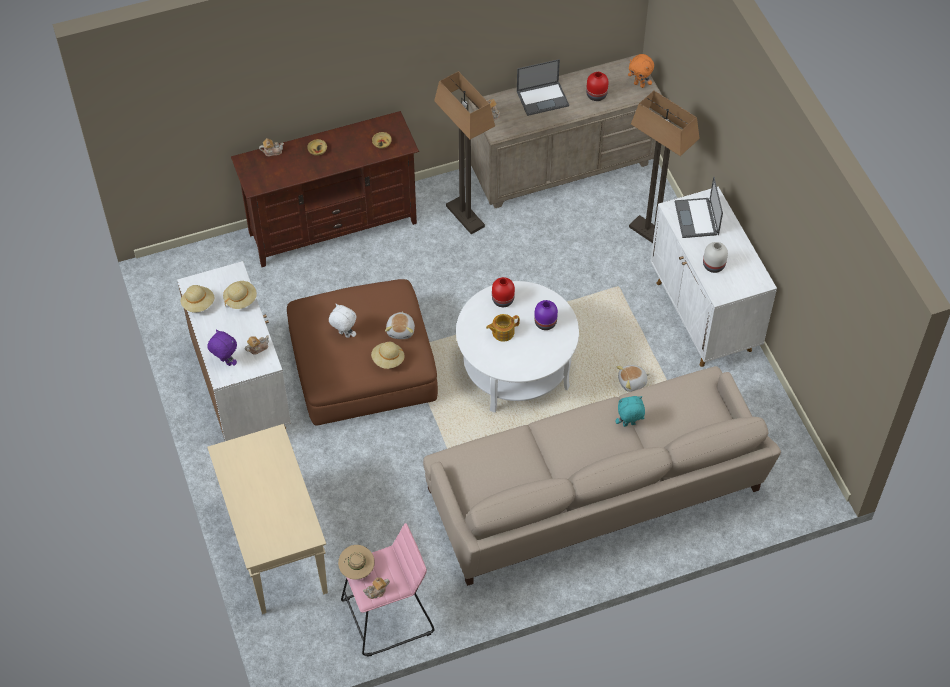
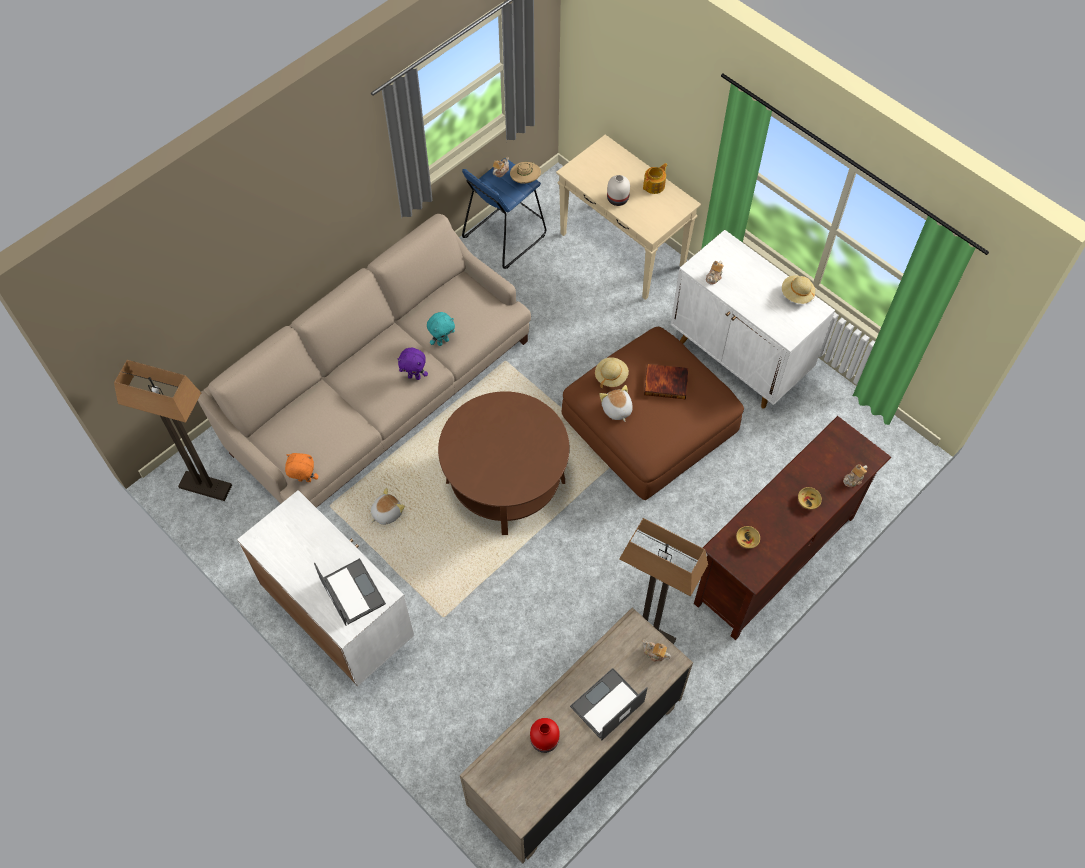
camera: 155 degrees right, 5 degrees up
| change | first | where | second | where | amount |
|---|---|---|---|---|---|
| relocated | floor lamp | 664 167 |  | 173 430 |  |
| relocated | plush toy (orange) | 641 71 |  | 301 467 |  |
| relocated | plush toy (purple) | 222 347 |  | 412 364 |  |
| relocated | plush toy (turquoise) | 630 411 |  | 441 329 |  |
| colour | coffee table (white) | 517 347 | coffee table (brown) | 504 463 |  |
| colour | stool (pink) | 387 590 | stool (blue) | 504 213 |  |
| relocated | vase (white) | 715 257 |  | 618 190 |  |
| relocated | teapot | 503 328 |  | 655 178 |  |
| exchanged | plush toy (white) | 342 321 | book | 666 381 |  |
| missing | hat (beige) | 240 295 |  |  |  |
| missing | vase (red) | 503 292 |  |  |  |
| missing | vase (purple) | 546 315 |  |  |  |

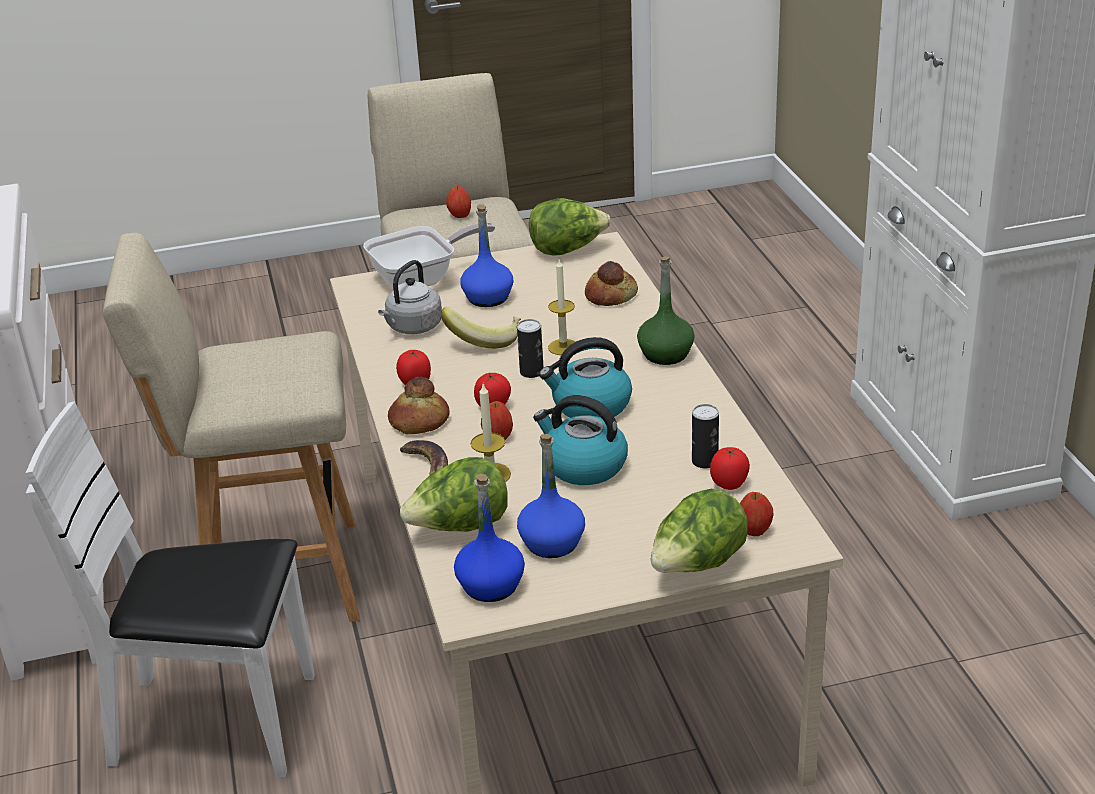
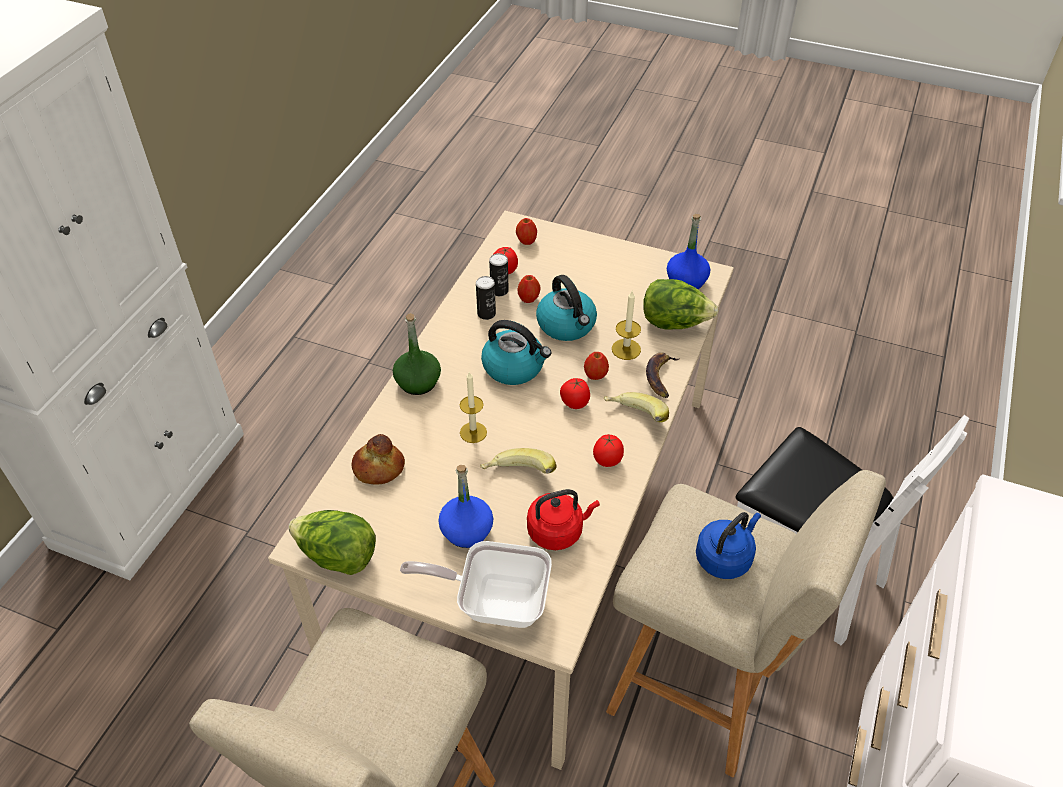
camera: 145 degrees left, 15 degrees up
| change | first | where | second | where | amount |
|---|---|---|---|---|---|
| relocated | can | 530 348 |  | 486 298 |  |
| relocated | apple | 458 202 |  | 529 289 |  |
| colour | kettle (grey) | 410 297 | kettle (red) | 563 519 |  |
| exchanged | bread | 419 405 | banana | 636 407 |  |
| appeared |  |  | kettle (blue) | 728 545 |  |
| missing | bottle (blue) | 551 496 |  |  |  |
| missing | lettuce | 699 531 |  |  |  |

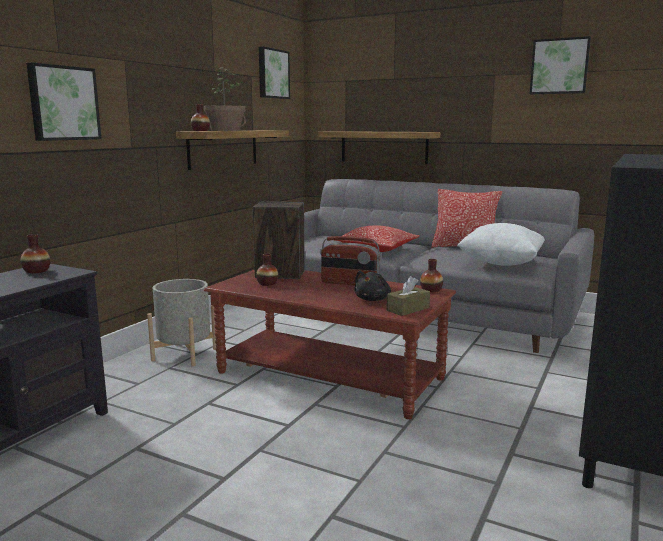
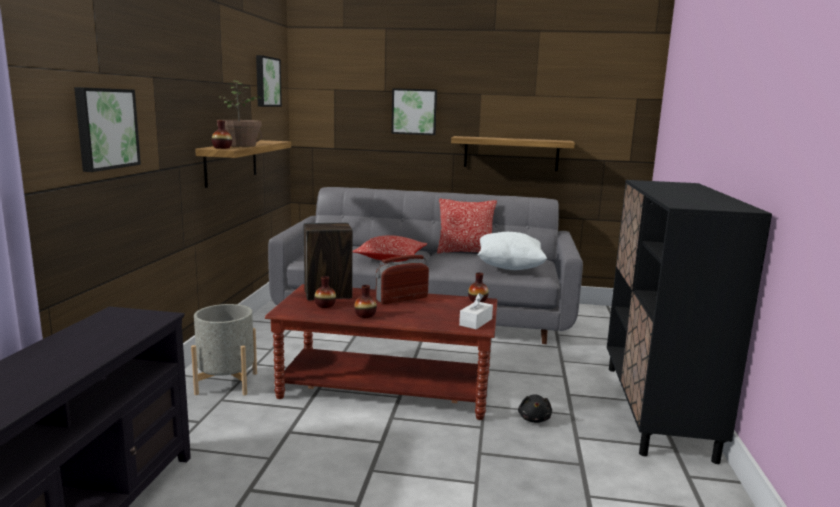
camera: 20 degrees left, 0 degrees up
| change | first | where | second | where | amount |
|---|---|---|---|---|---|
| relocated | vase | 35 253 |  | 365 301 |  |
| spun | radio | 350 260 |  | 402 279 | 150 degrees clockwise |
| relocated | picture | 560 65 |  | 414 111 |  |
| relocated | shelf | 379 147 |  | 513 153 |  |
| colour | tissue box (brown) | 408 296 | tissue box (white) | 476 311 |  |
| relocated | plush toy (black) | 372 286 |  | 535 408 |  |

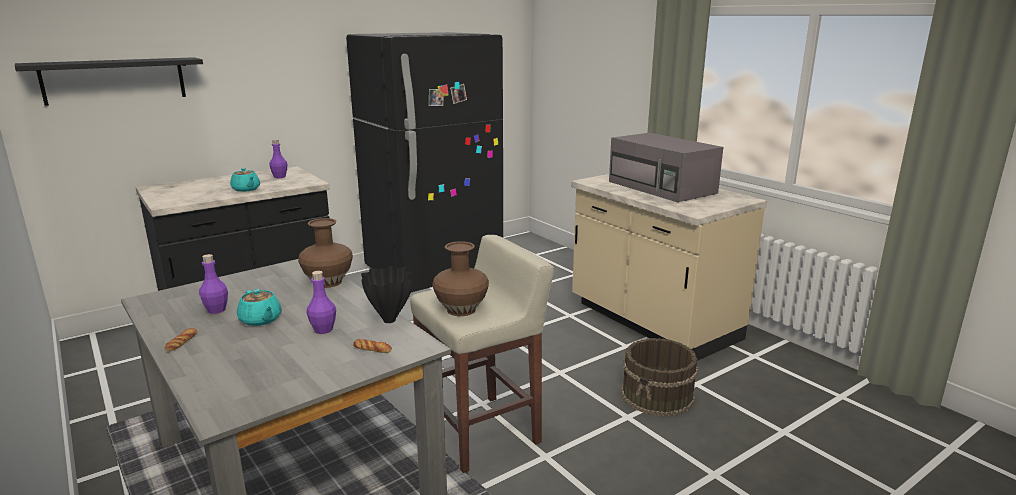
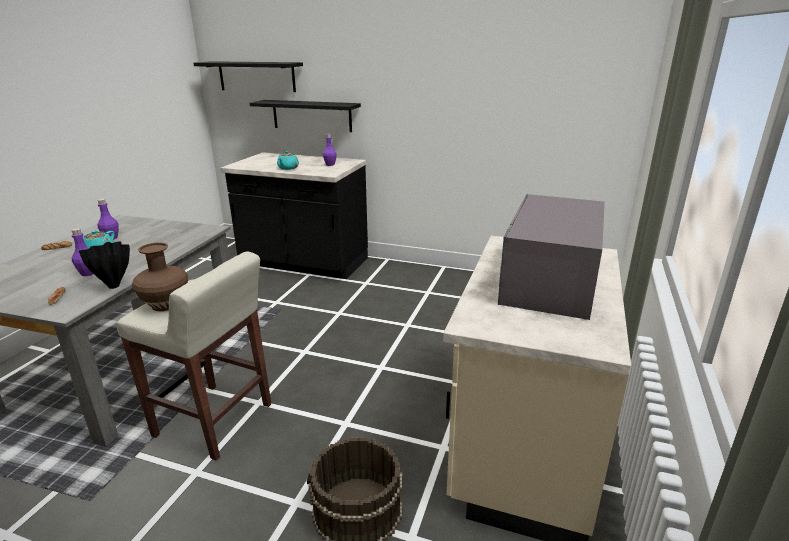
camera: 55 degrees right, 5 degrees up
| change | first | where | second | where | amount |
|---|---|---|---|---|---|
| appeared |  |  | shelf (black) | 305 116 |  |
| missing | vase (brown) | 325 253 |  |  |  |
| missing | fridge (black) | 424 162 |  |  |  |

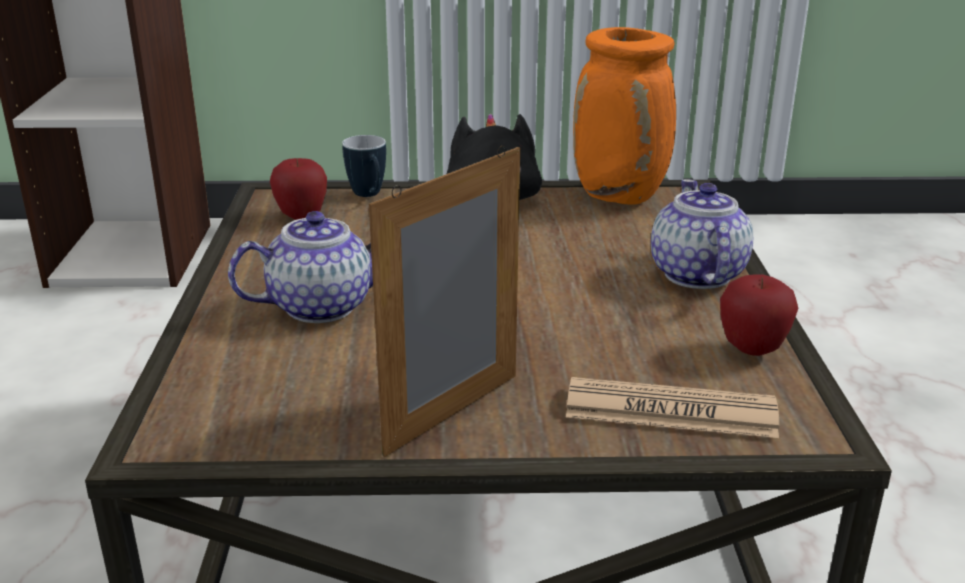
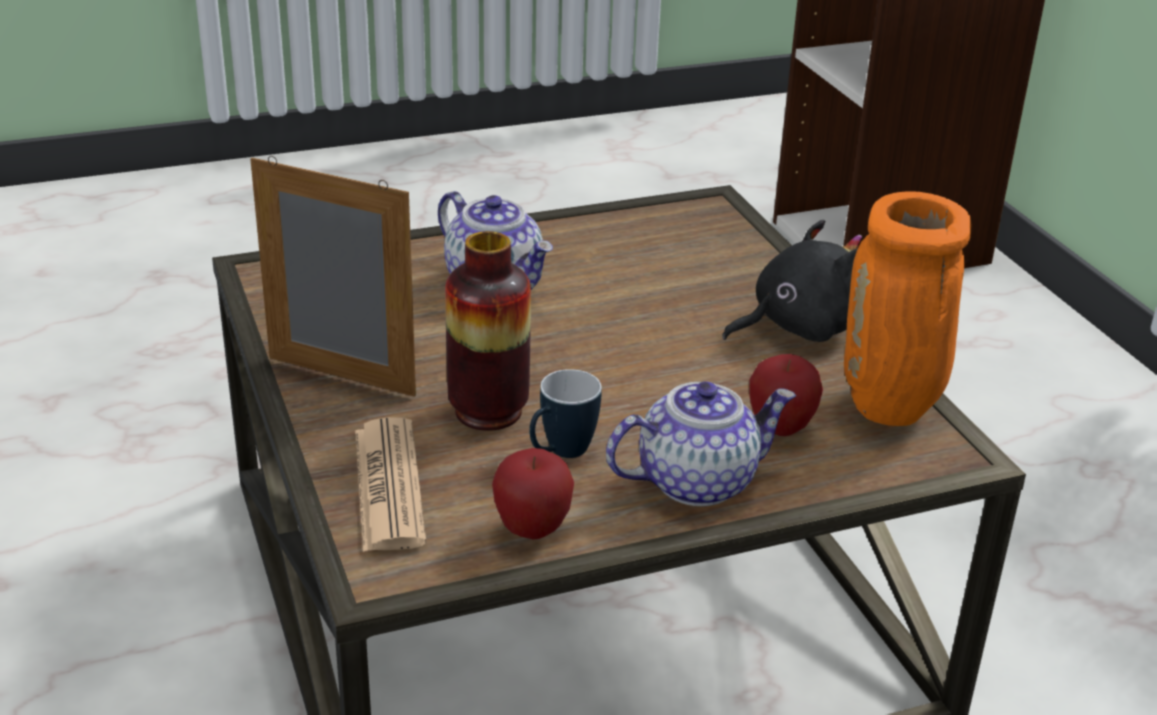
camera: 70 degrees right, 5 degrees up
| change | first | where | second | where | amount |
|---|---|---|---|---|---|
| appeared |  |  | vase | 488 331 |  |
| relocated | mug | 364 166 |  | 565 413 |  |
| relocated | apple | 298 189 |  | 786 395 |  |

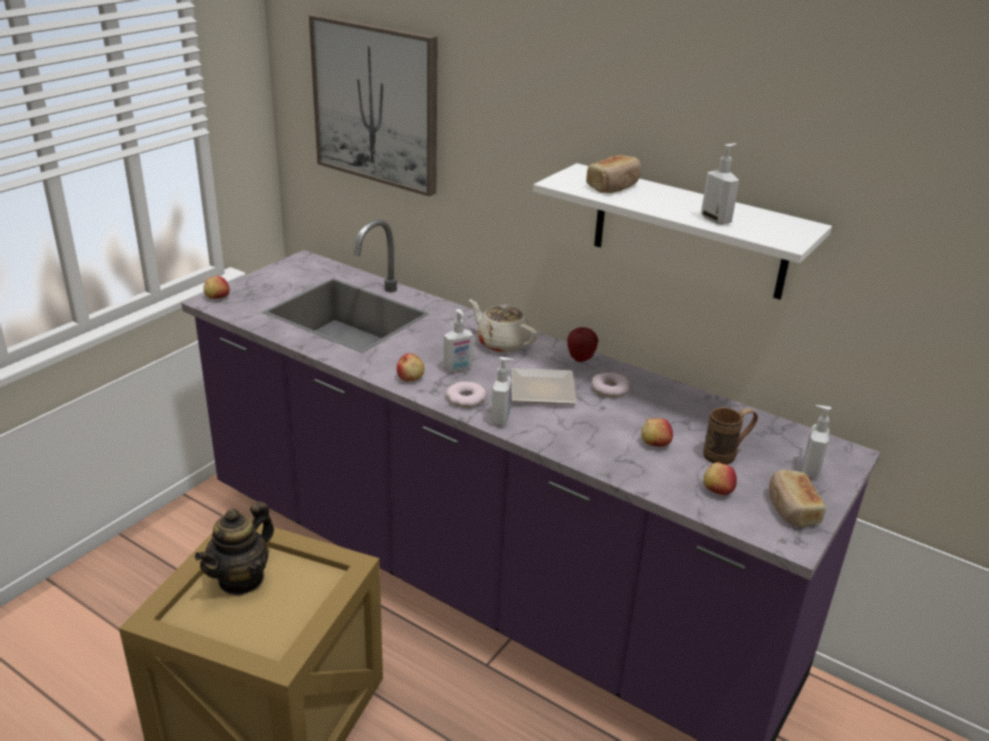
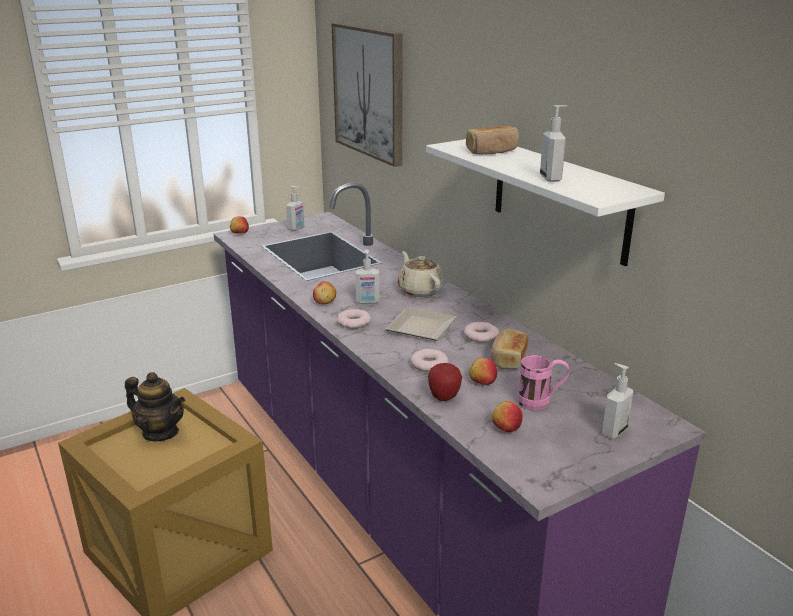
camera: 25 degrees right, 5 degrees down
| change | first | where | second | where | amount |
|---|---|---|---|---|---|
| spun | teapot | 234 548 |  | 155 406 | 120 degrees counterclockwise |
| relocated | soap dispenser | 502 391 |  | 295 208 |  |
| appeared |  |  | donut | 429 360 |  |
| relocated | apple | 582 344 |  | 445 382 |  |
| relocated | bread | 797 498 |  | 510 349 |  |
| colour | mug (brown) | 730 436 | mug (pink) | 544 383 |  |

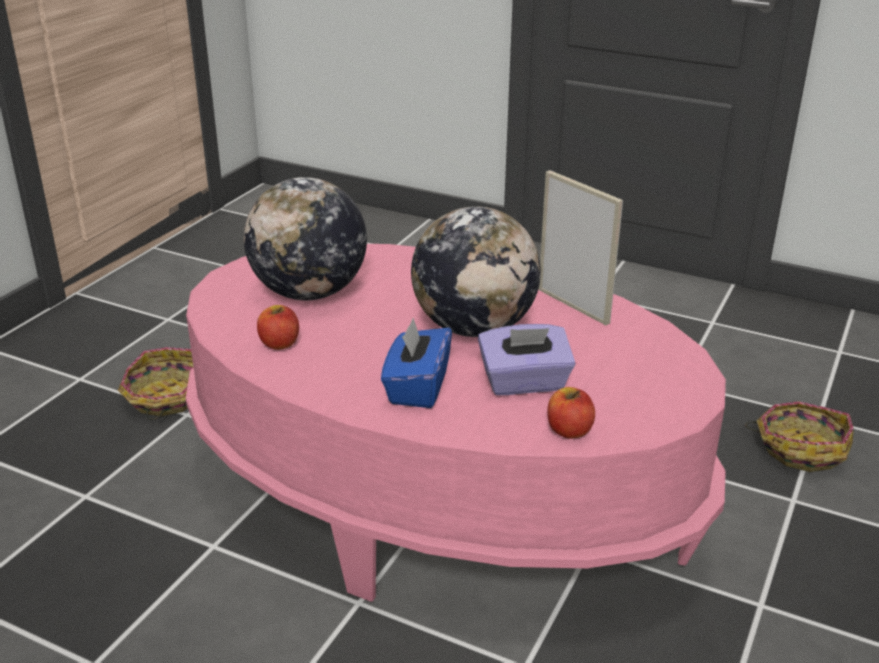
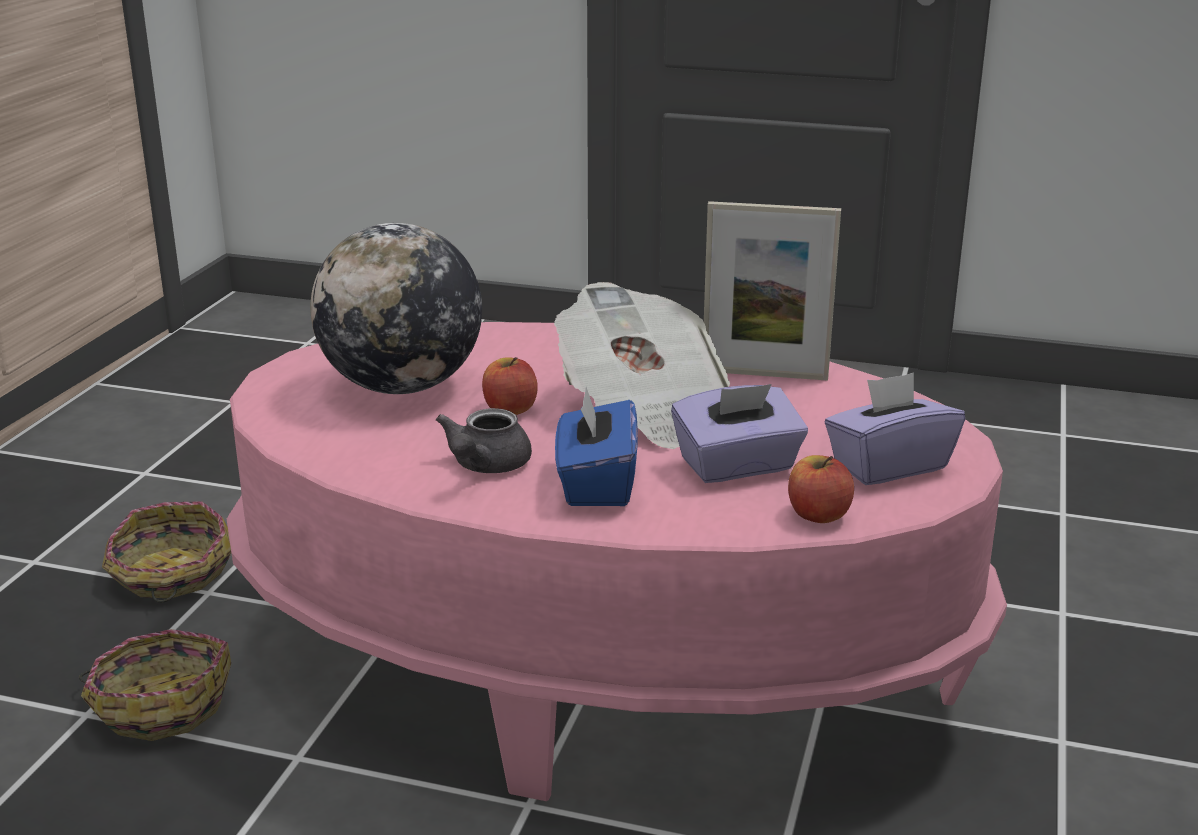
camera: 10 degrees left, 5 degrees down
| change | first | where | second | where | amount |
|---|---|---|---|---|---|
| relocated | basket | 799 436 |  | 155 685 |  |
| appeared |  |  | teapot (grey) | 484 440 |  |
| relocated | apple | 278 327 |  | 510 386 |  |
| exchanged | globe | 476 271 | newspaper | 642 365 |  |
| spun | picture frame | 580 247 |  | 772 291 | 150 degrees clockwise |
| appeared |  |  | tissue box (purple) | 894 428 |  |

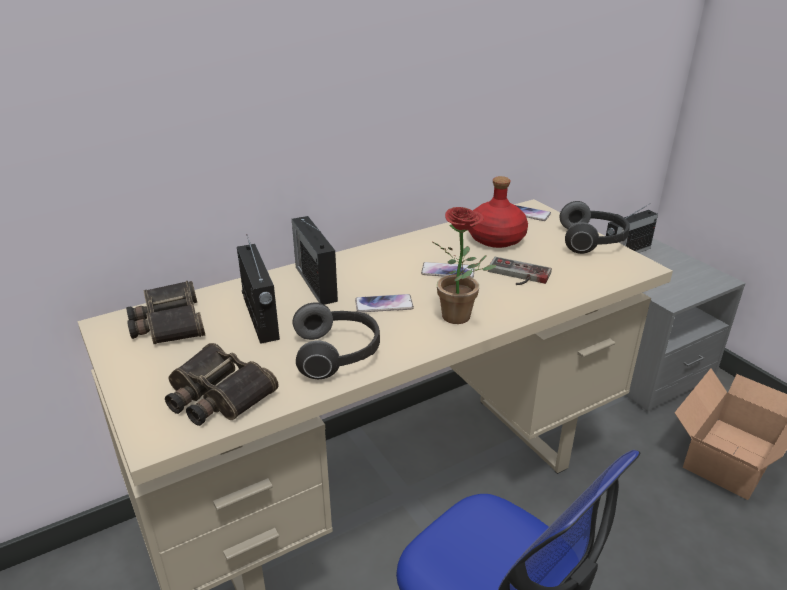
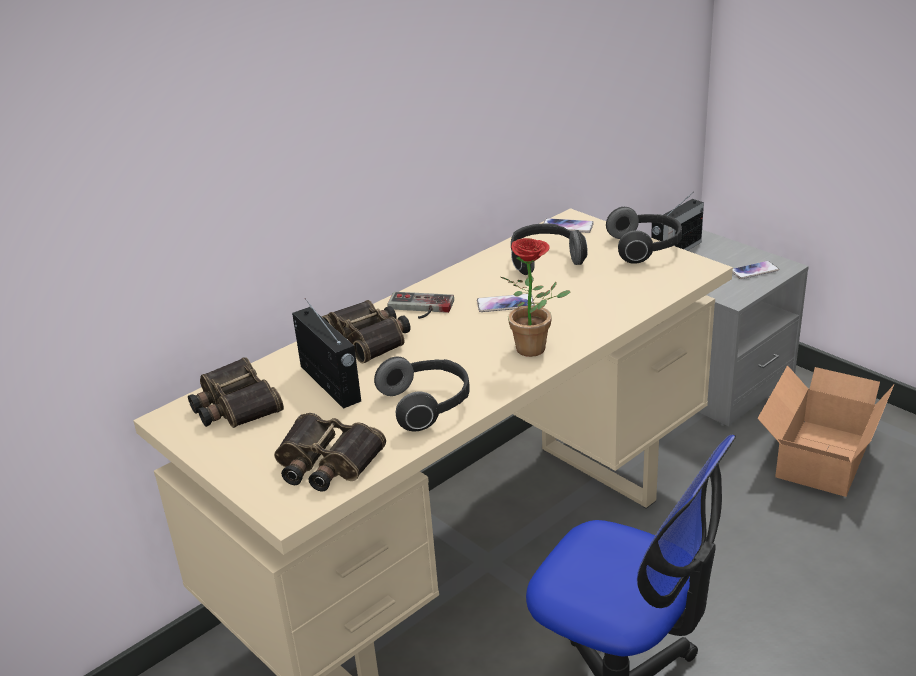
camera: 10 degrees left, 0 degrees up
| change | first | where | second | where | amount |
|---|---|---|---|---|---|
| exchanged | radio | 315 260 | binoculars | 366 331 |  |
| relocated | game controller | 520 271 |  | 421 305 |  |
| exchanged | bottle (red) | 498 212 | headphones | 549 249 |  |
| relocated | phone | 384 303 |  | 755 270 |  |

